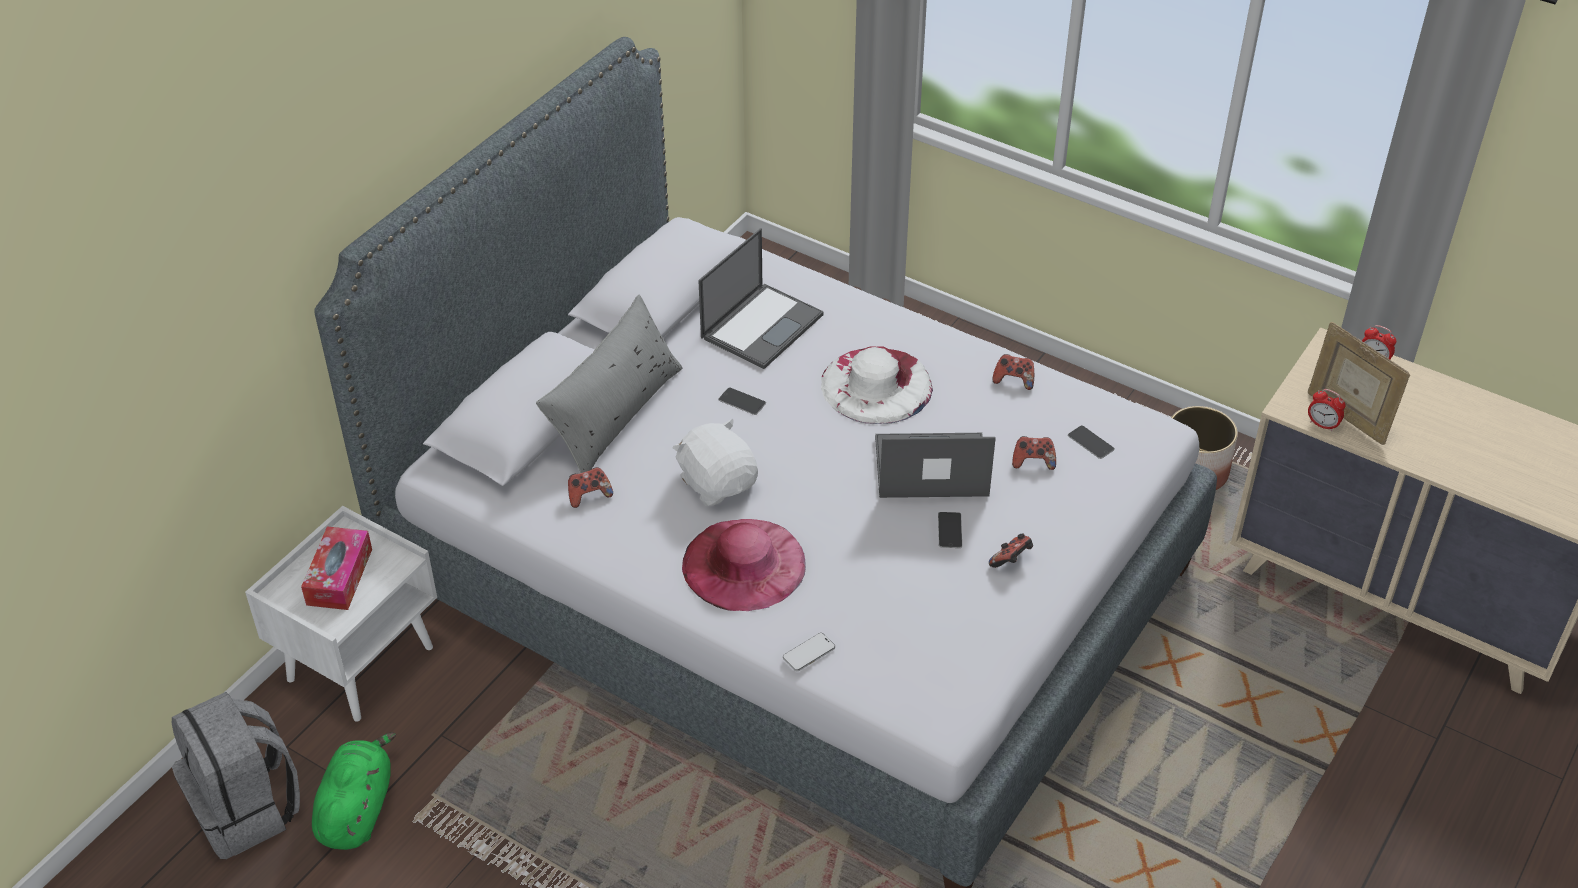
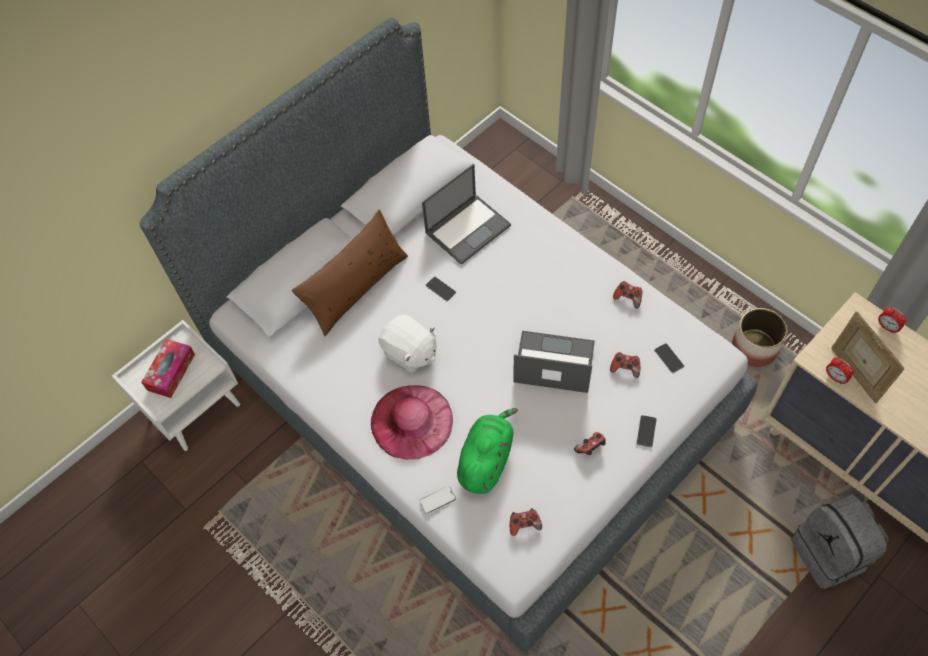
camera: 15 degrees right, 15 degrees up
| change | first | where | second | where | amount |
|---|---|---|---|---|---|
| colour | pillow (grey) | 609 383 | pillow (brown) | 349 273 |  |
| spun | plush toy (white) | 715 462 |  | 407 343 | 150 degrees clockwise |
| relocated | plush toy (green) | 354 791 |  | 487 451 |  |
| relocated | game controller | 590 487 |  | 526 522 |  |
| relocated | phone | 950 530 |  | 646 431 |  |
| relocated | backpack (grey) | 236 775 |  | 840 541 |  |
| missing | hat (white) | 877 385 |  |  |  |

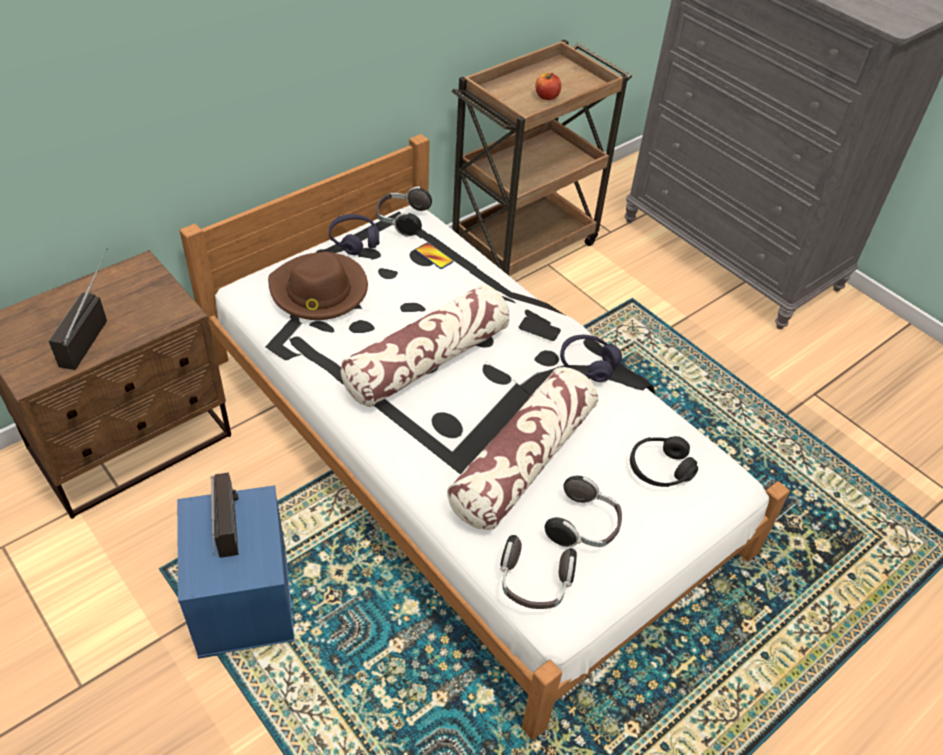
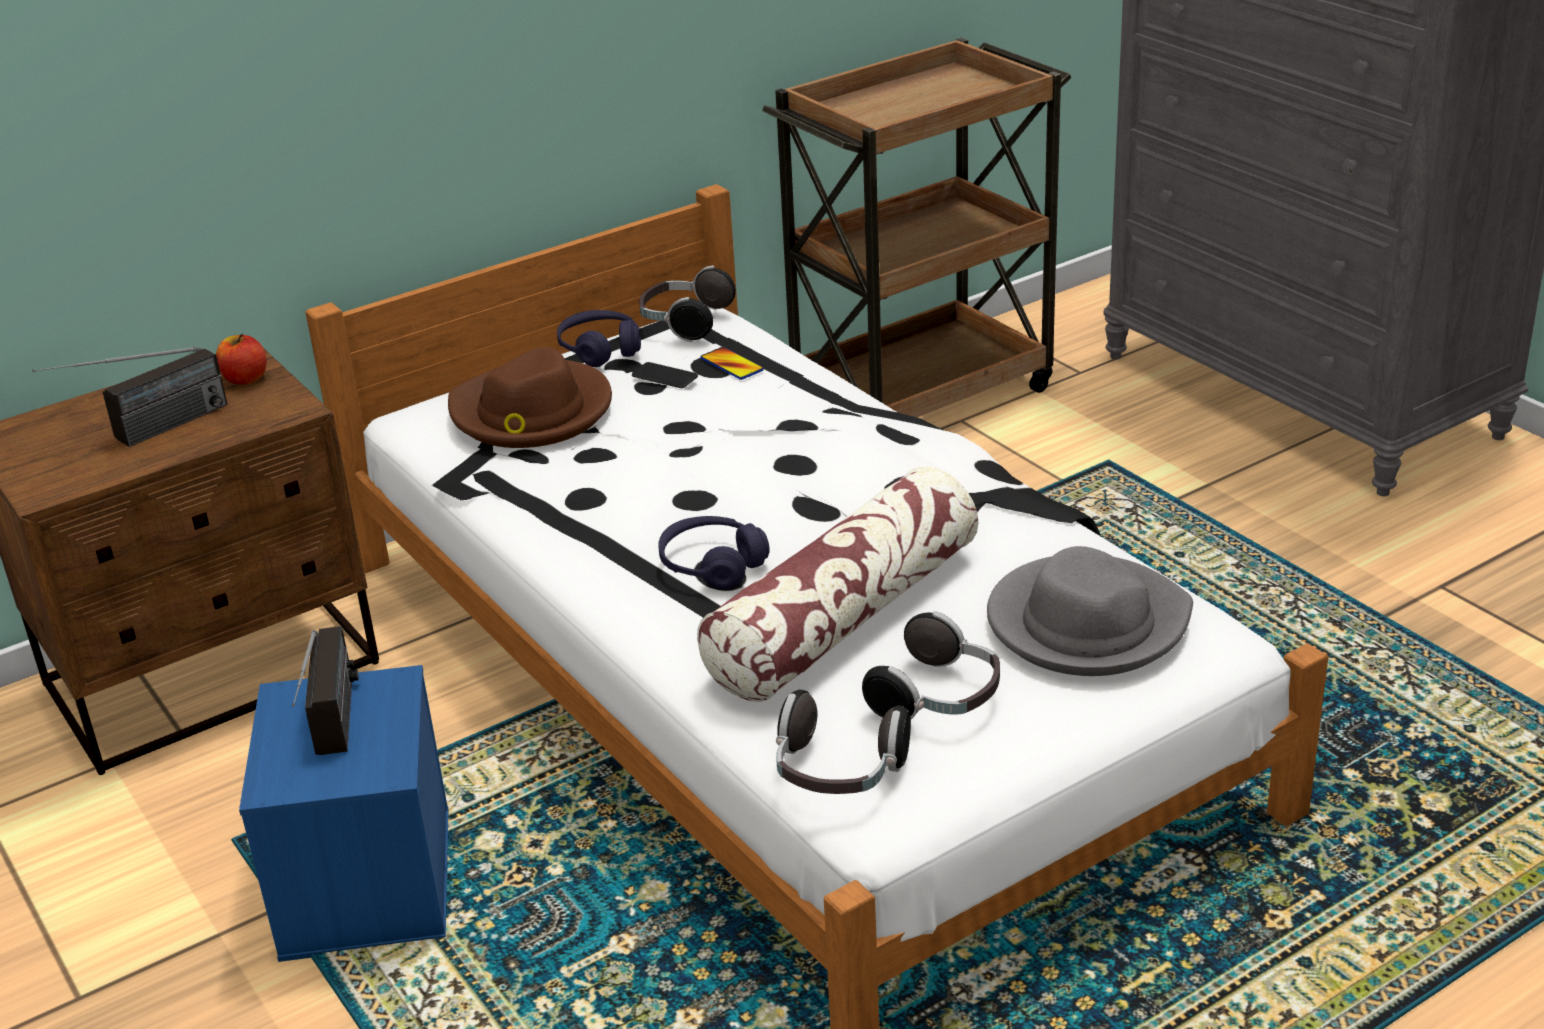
camera: 10 degrees right, 15 degrees down
| change | first | where | second | where | amount |
|---|---|---|---|---|---|
| spun | radio | 78 309 |  | 129 396 | 150 degrees counterclockwise |
| relocated | apple | 548 86 |  | 241 359 |  |
| relocated | phone | 540 329 |  | 665 375 |  |
| relocated | headphones (purple) | 591 358 |  | 714 552 |  |
| exchanged | headphones (black) | 664 461 | hat (grey) | 1090 611 |  |
| missing | pillow | 425 346 |  |  |  |

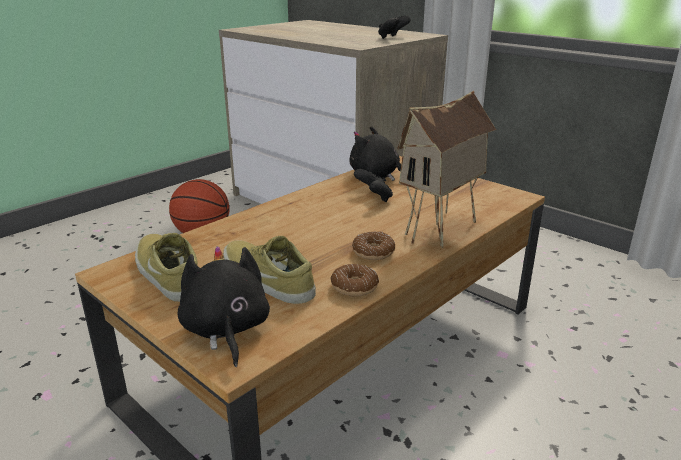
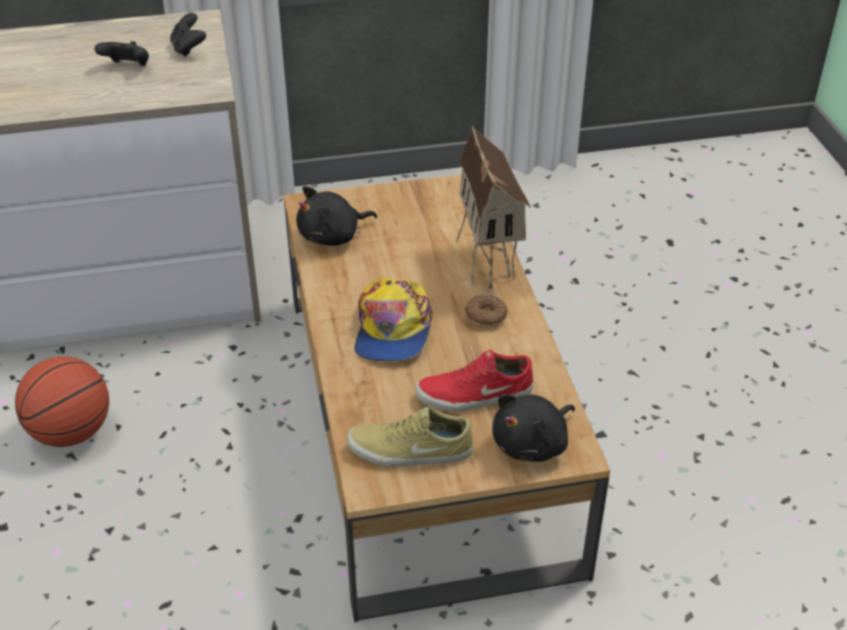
camera: 55 degrees left, 15 degrees up
| change | first | where | second | where | amount |
|---|---|---|---|---|---|
| relocated | game controller (black) | 373 185 |  | 122 53 |  |
| appeared |  |  | cap | 393 319 |  |
| colour | shoe (beige) | 269 270 | shoe (red) | 474 380 |  |
| spun | plush toy (black) | 224 306 |  | 533 428 | 60 degrees counterclockwise |
| missing | donut | 355 280 |  |  |  |

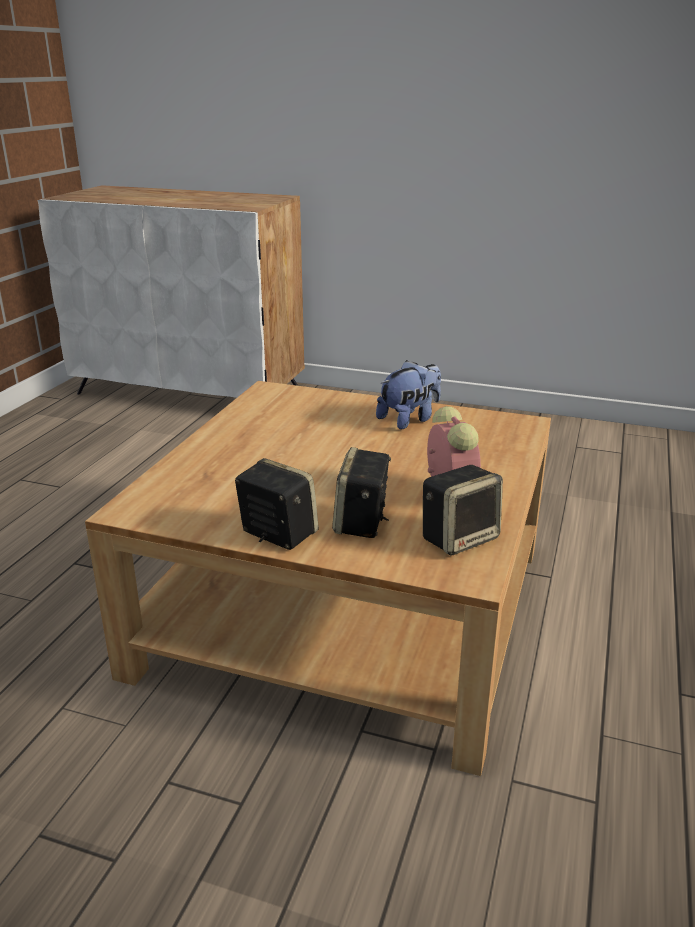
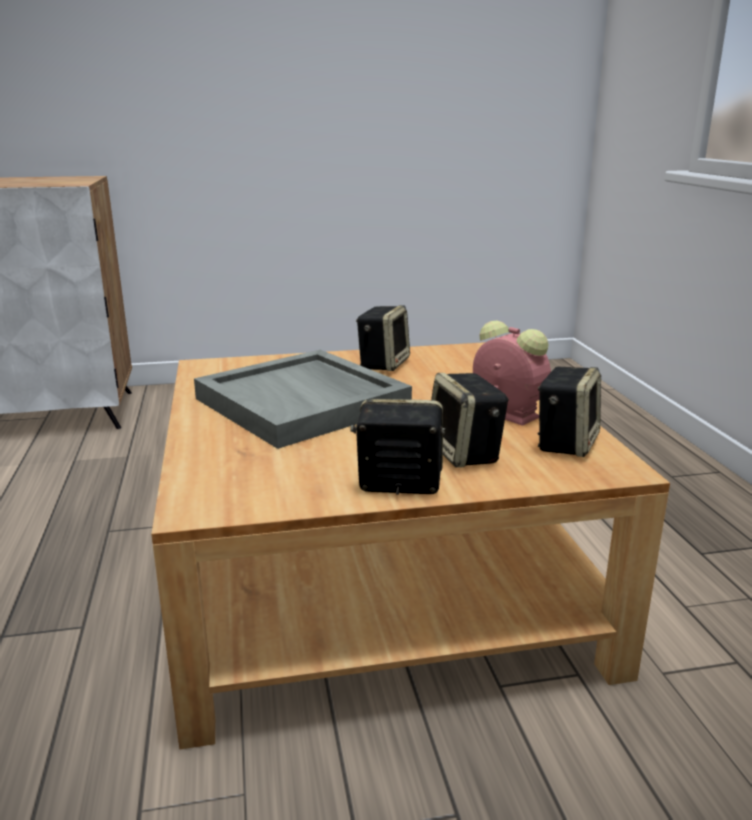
camera: 30 degrees left, 5 degrees down
| change | first | where | second | where | amount |
|---|---|---|---|---|---|
| appeared |  |  | tray (grey) | 303 399 |  |
| exchanged | plush toy | 408 394 | speaker | 383 338 |  |

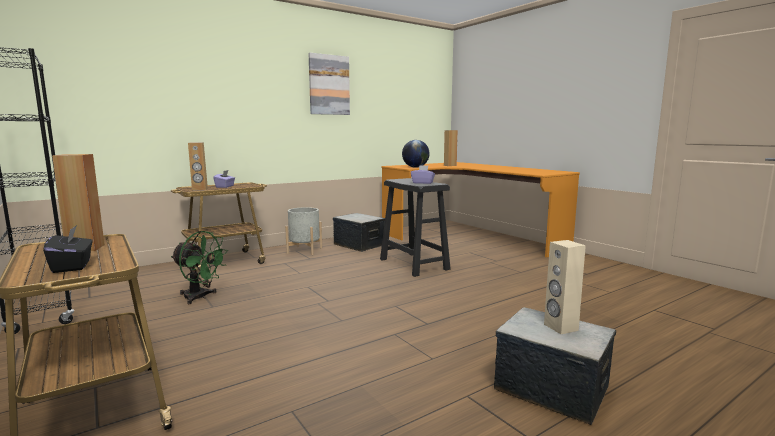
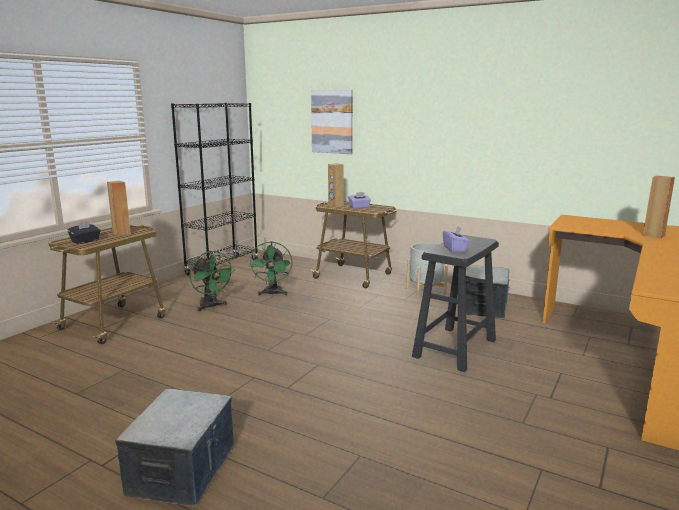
camera: 65 degrees right, 5 degrees up
| change | first | where | second | where | amount |
|---|---|---|---|---|---|
| appeared |  |  | fan (green) | 212 281 |  |
| relocated | picture | 329 84 |  | 332 122 |  |
| missing | globe | 416 154 |  |  |  |
| missing | speaker (beige) | 565 287 |  |  |  |

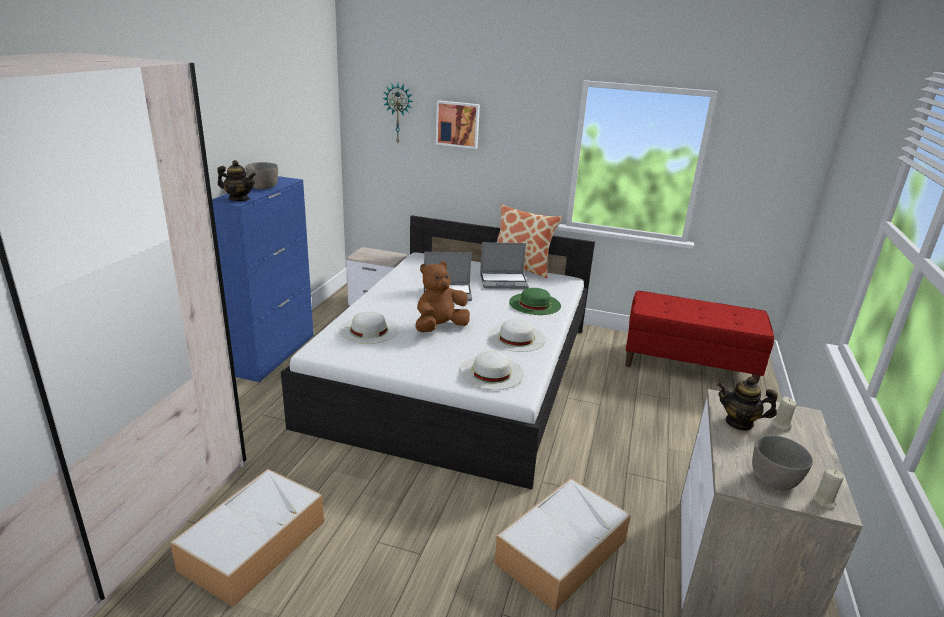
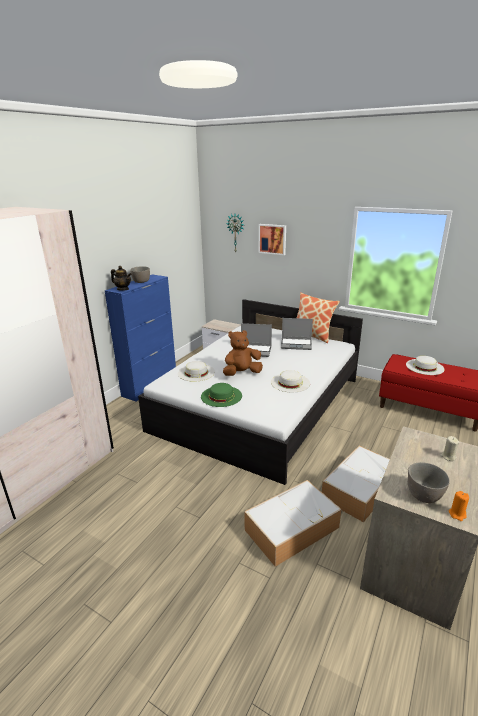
camera: 15 degrees right, 0 degrees up
| change | first | where | second | where | amount |
|---|---|---|---|---|---|
| relocated | hat (green) | 535 301 |  | 221 395 |  |
| relocated | storage box | 247 538 |  | 356 484 |  |
| relocated | hat (white) | 491 370 |  | 425 365 |  |
| colour | candle (beige) | 828 489 | candle (orange) | 459 506 |  |
| missing | teapot | 747 404 |  |  |  |

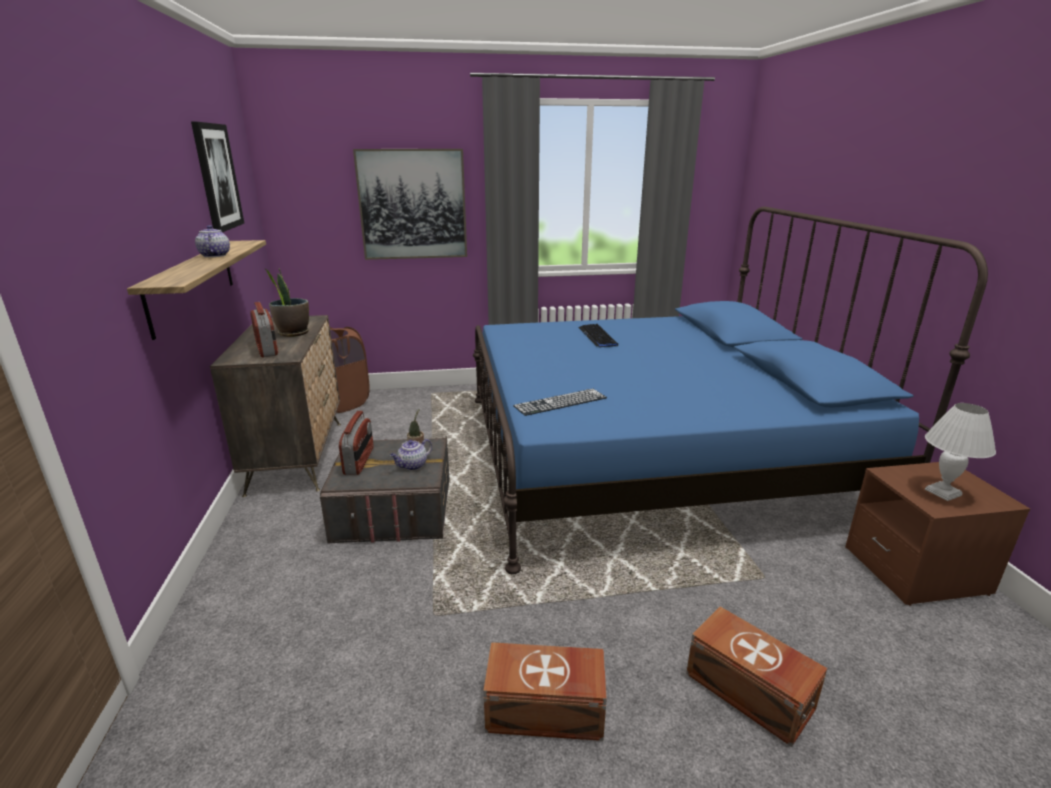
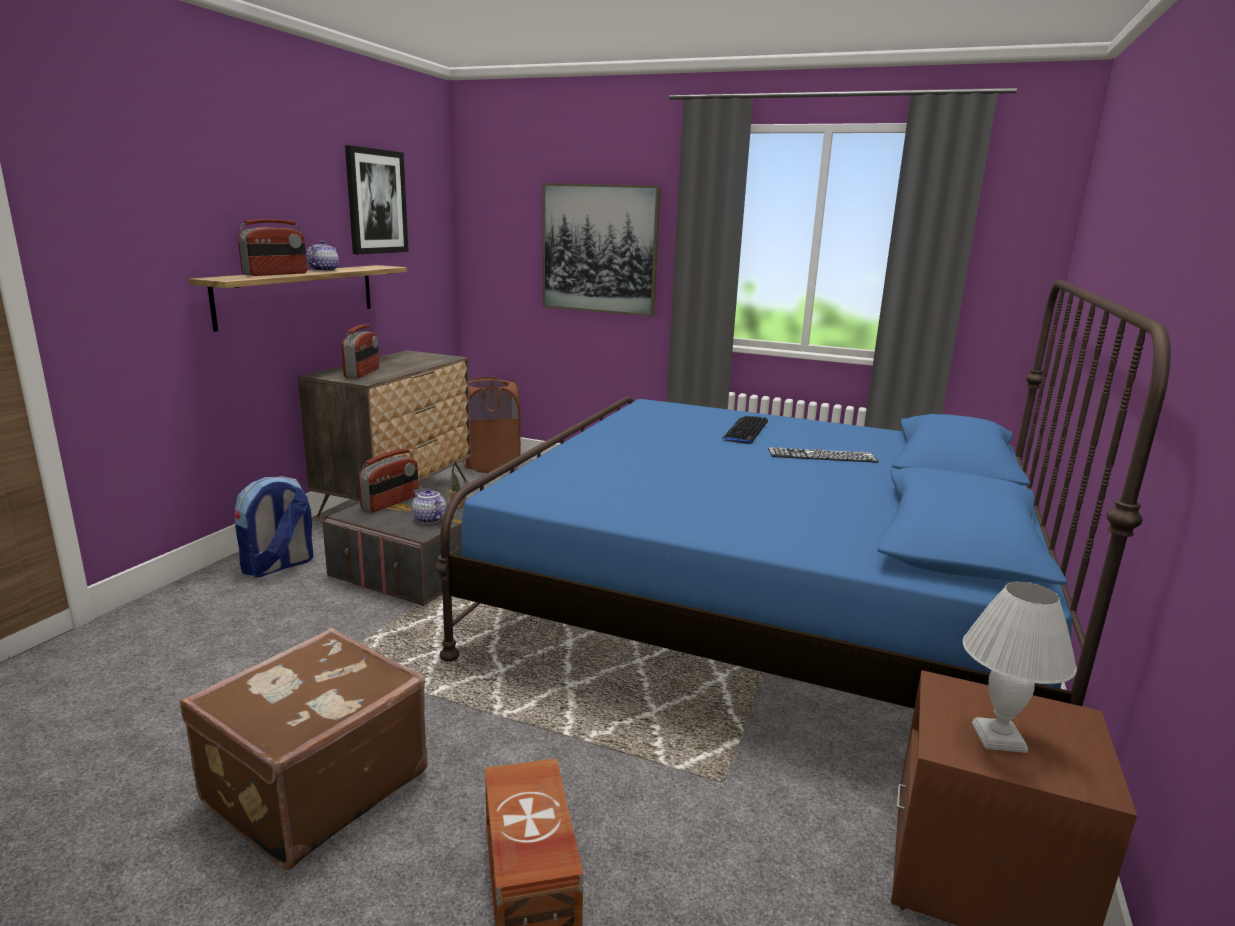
camera: 30 degrees right, 5 degrees down
| change | first | where | second | where | amount |
|---|---|---|---|---|---|
| exchanged | storage box (brown) | 545 691 | suitcase (brown) | 304 749 |  |
| appeared |  |  | backpack | 274 526 |  |
| appeared |  |  | radio | 272 247 |  |
| spun | teapot | 411 454 |  | 429 506 | 60 degrees clockwise |
| relocated | keyboard | 560 402 |  | 823 455 |  |
| missing | potted plant | 286 302 |  |  |  |

